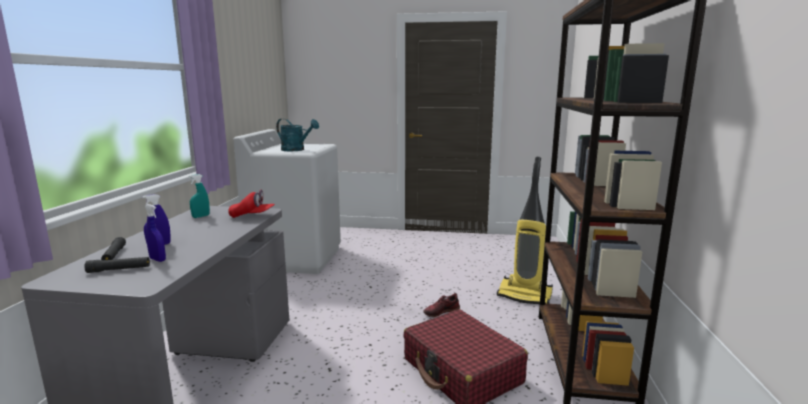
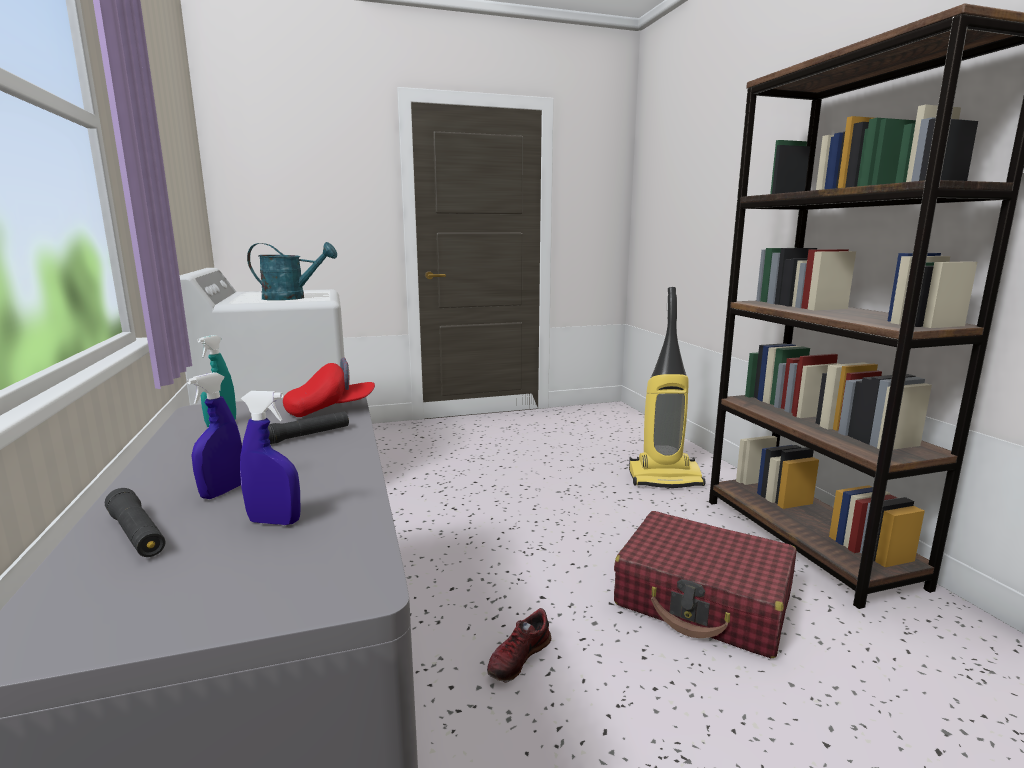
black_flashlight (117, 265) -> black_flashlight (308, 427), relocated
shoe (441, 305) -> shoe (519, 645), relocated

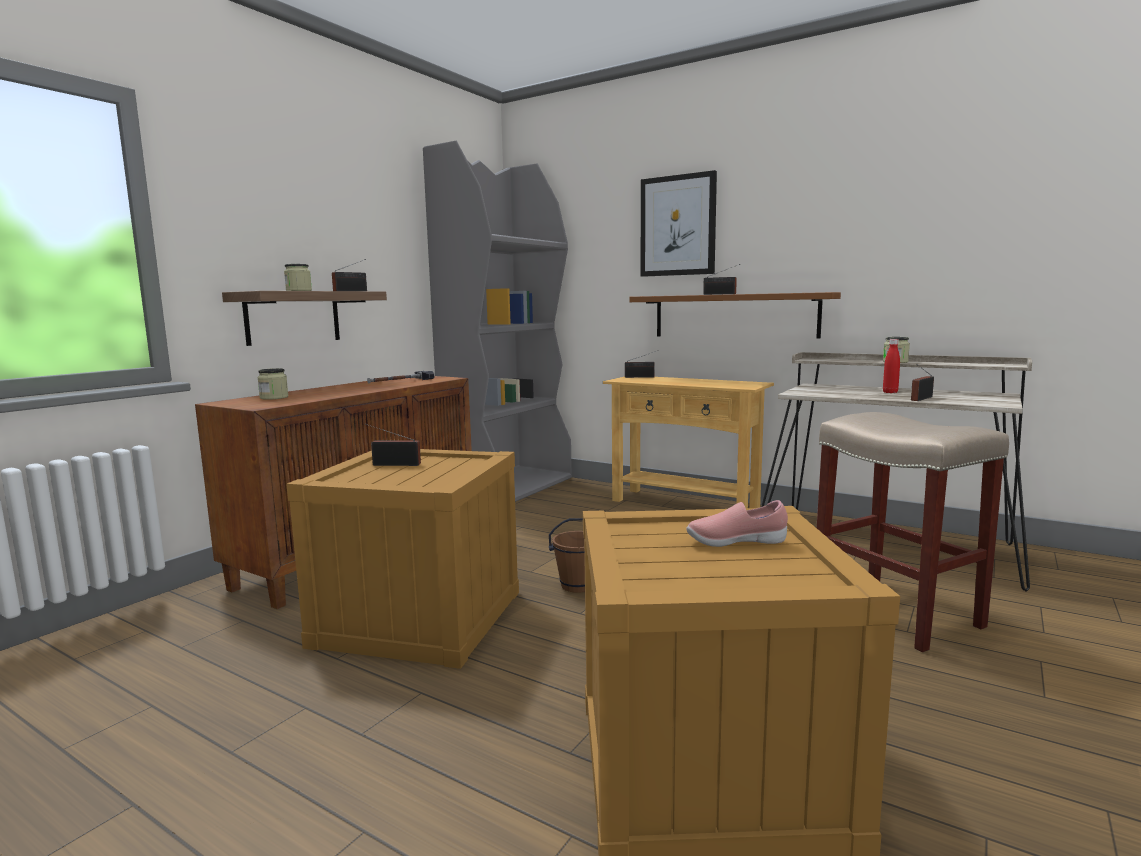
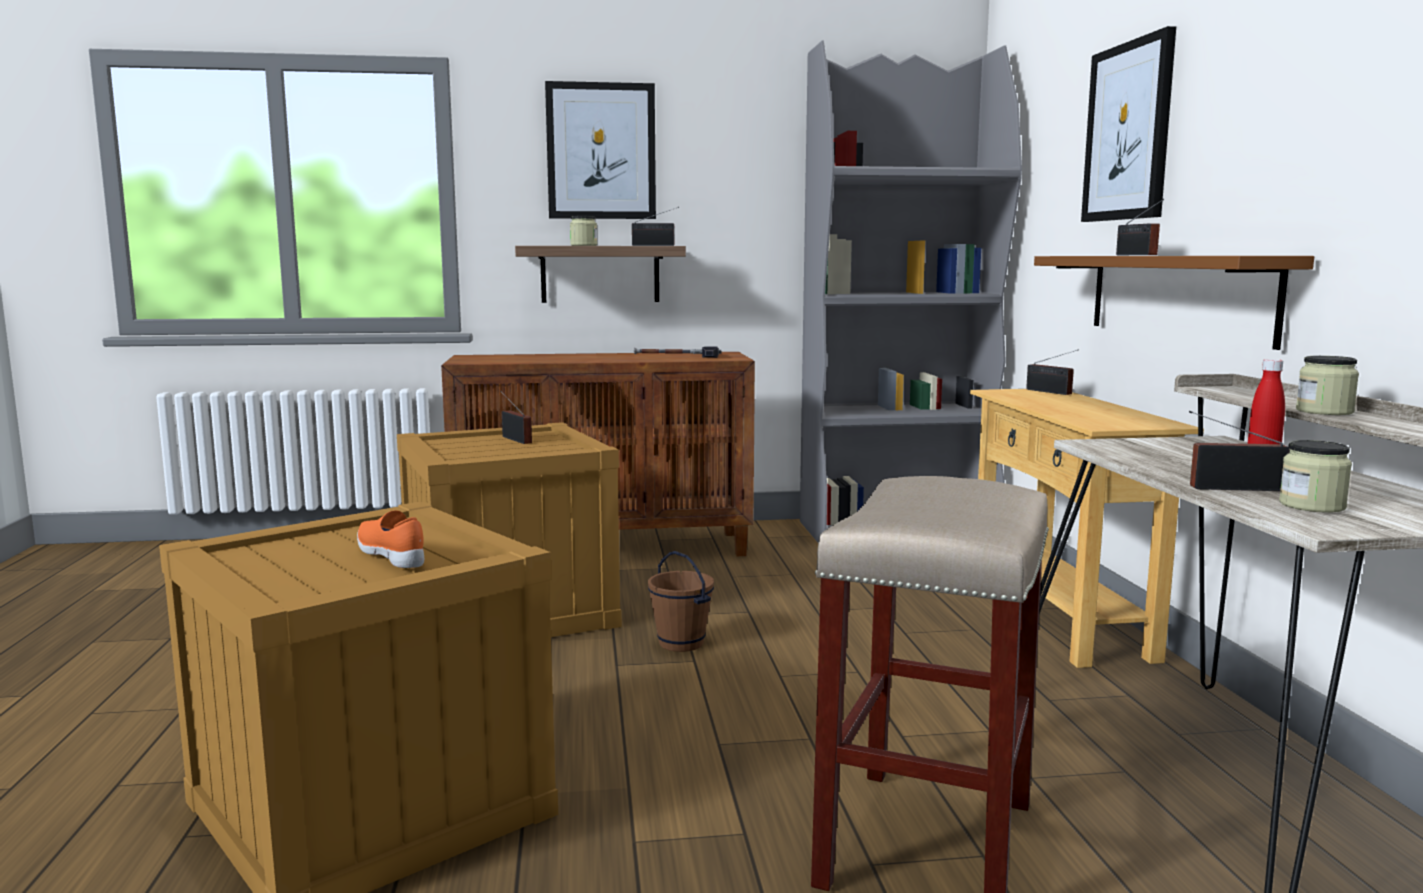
jar (273, 384) -> jar (1315, 476), relocated
pink_shoe (737, 523) -> orange_shoe (390, 539)
none -> picture (600, 150)

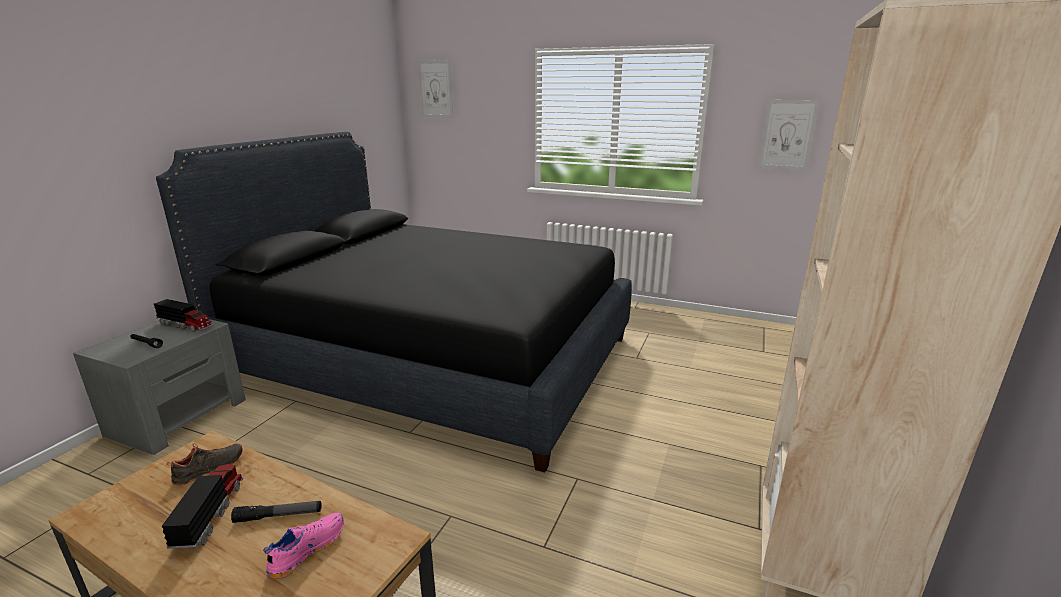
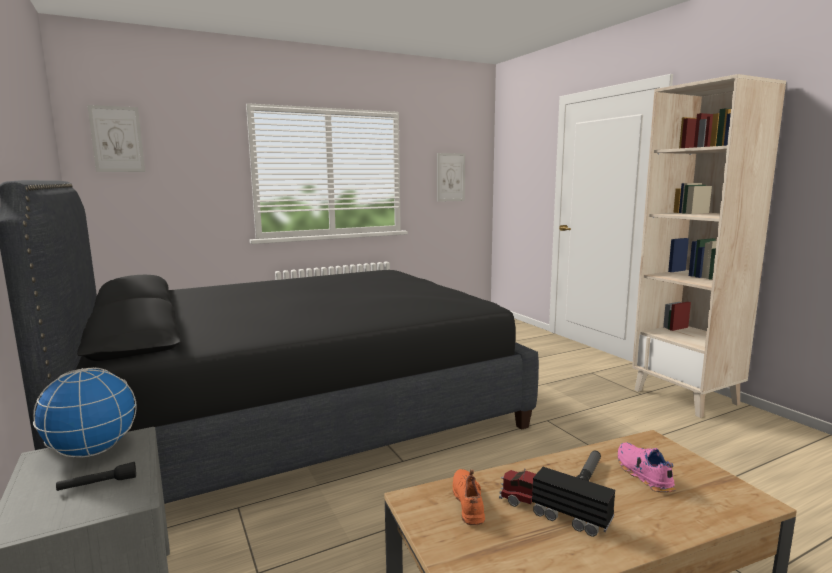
toy_truck (183, 315) -> globe (85, 412)
black_shoe (204, 464) -> orange_shoe (469, 497)

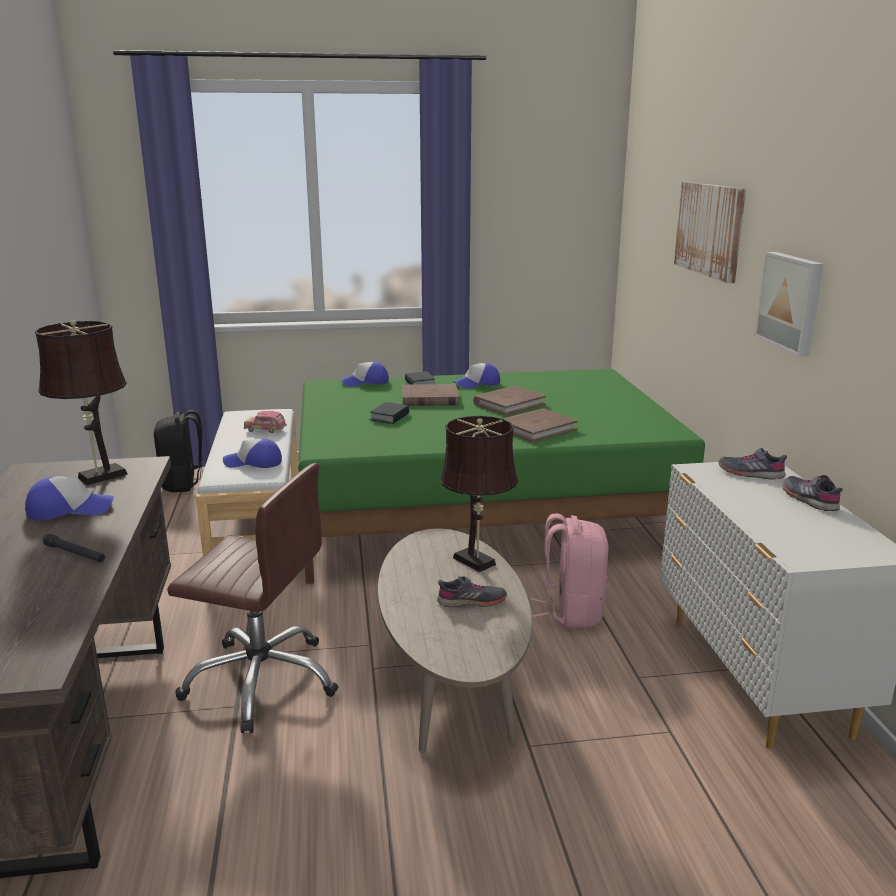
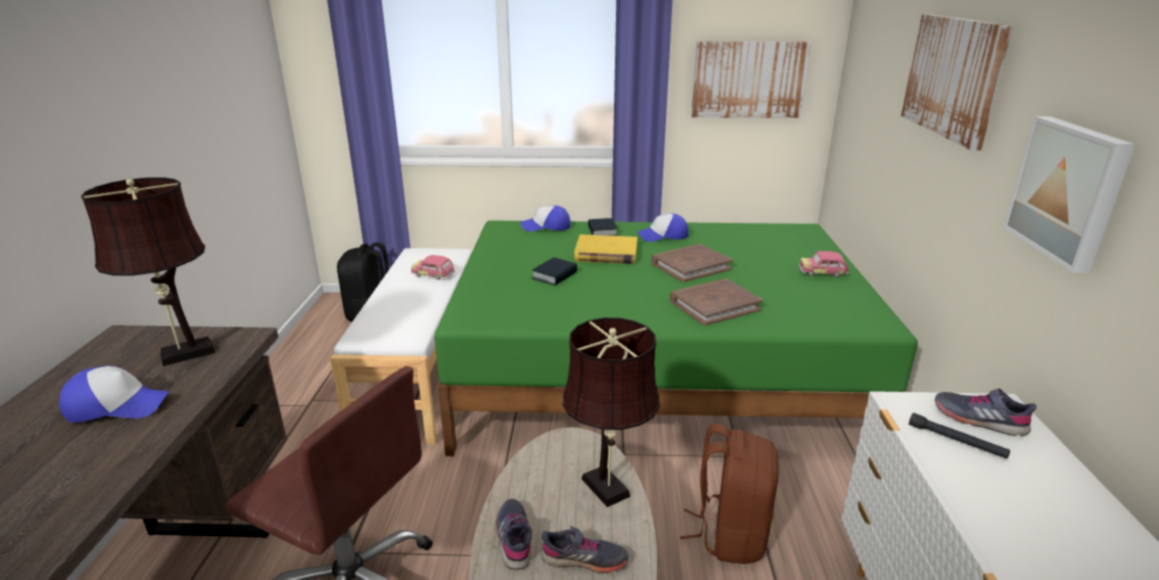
black_flashlight (74, 548) -> black_flashlight (959, 435), relocated
cap (252, 453) -> none
brown_book (430, 395) -> yellow_book (605, 249)
pink_backpack (569, 570) -> brown_backpack (729, 493)
grey_shoe (812, 493) -> grey_shoe (513, 534), relocated
none -> picture (751, 79)
none -> toy_car (824, 264)

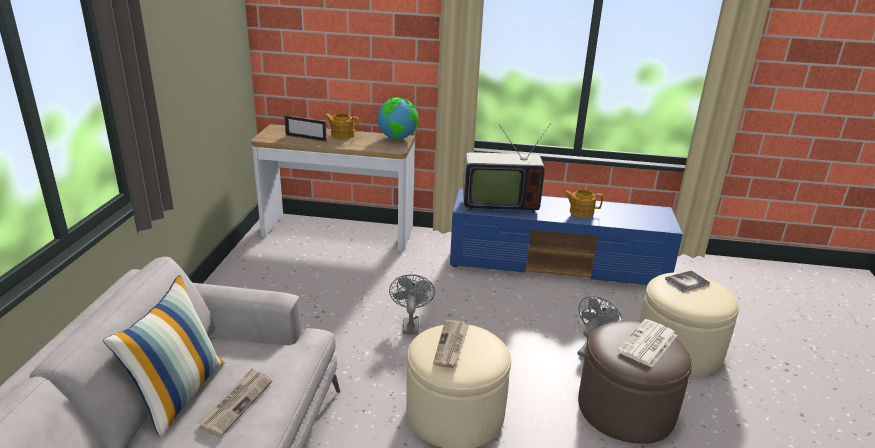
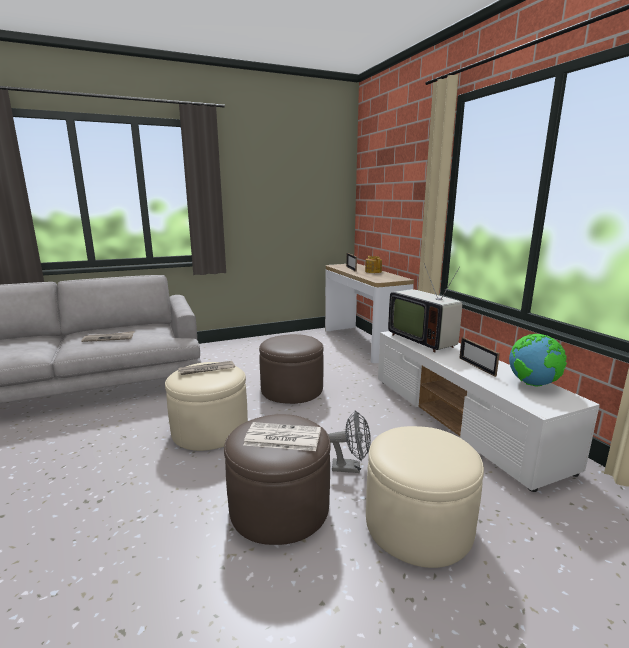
pillow (163, 356) -> none
globe (397, 119) -> globe (538, 360), relocated
grey_fan (412, 304) -> brown_ottoman (291, 369)
blue_tv_stand (566, 236) -> white_tv_stand (489, 411)
teapot (583, 203) -> picture_frame (479, 357)
book (687, 281) -> none

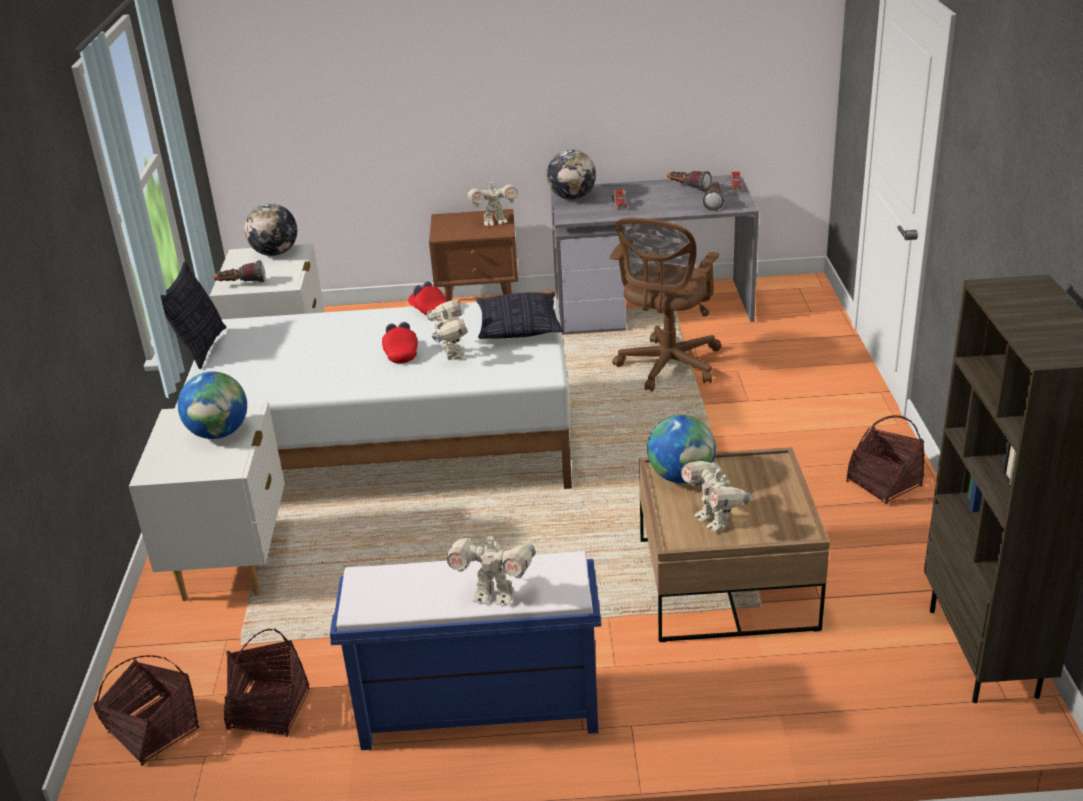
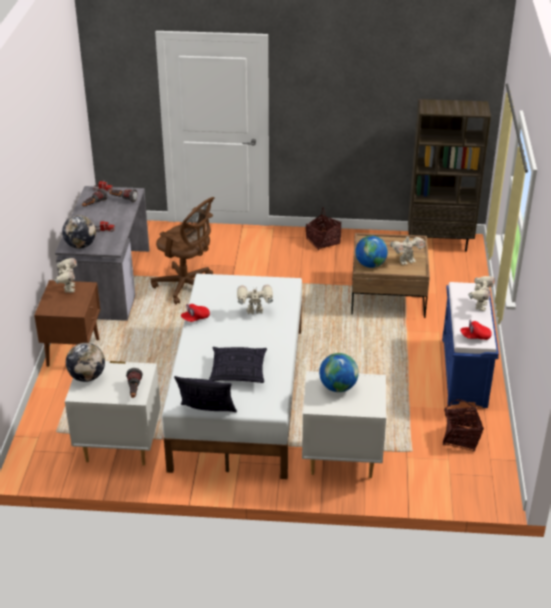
basket (146, 710) -> none
red_cap (400, 342) -> red_cap (476, 330), relocated
pillow (519, 315) -> pillow (238, 365), relocated

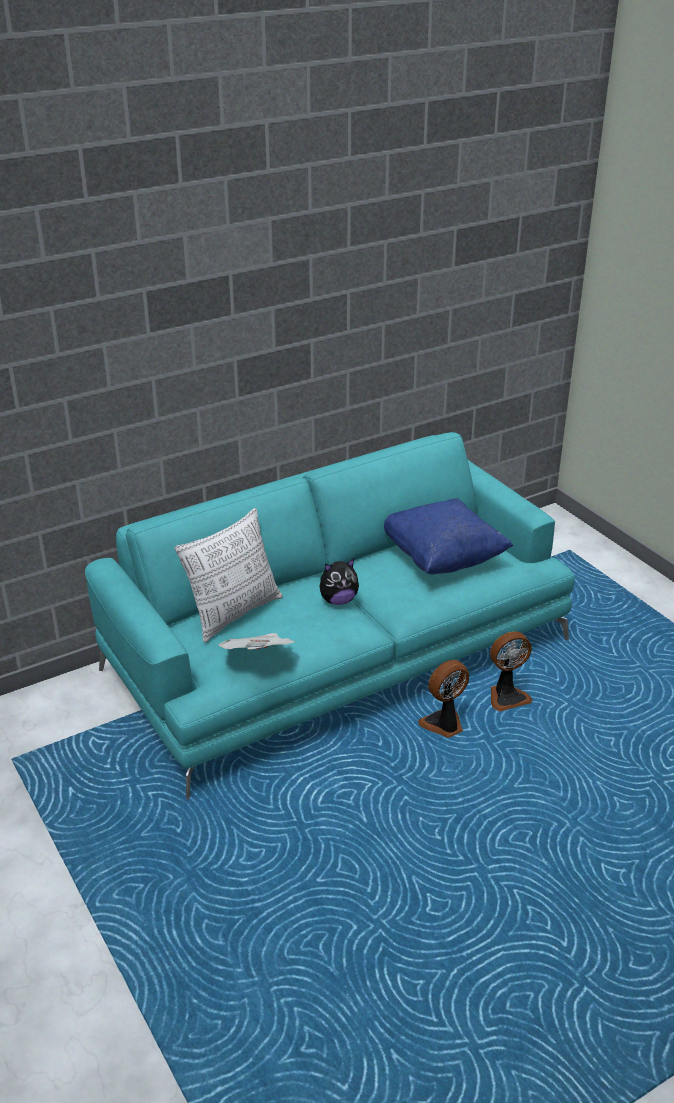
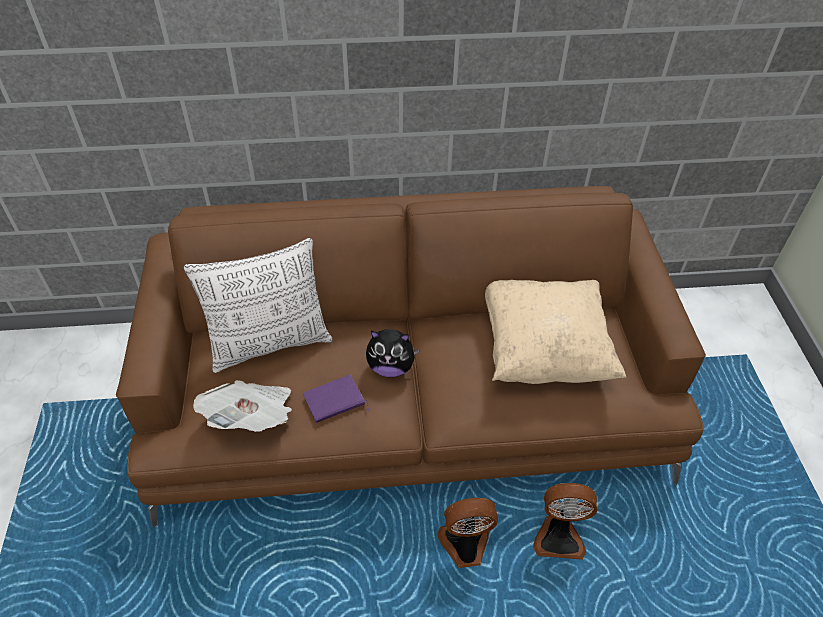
turquoise_sofa (330, 616) -> brown_sofa (411, 357)
blue_pillow (449, 536) -> beige_pillow (555, 332)
none -> purple_book (336, 399)

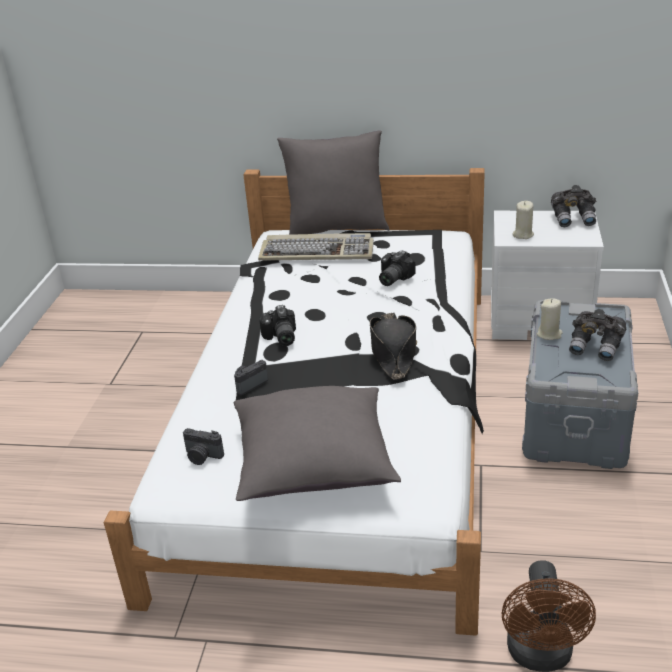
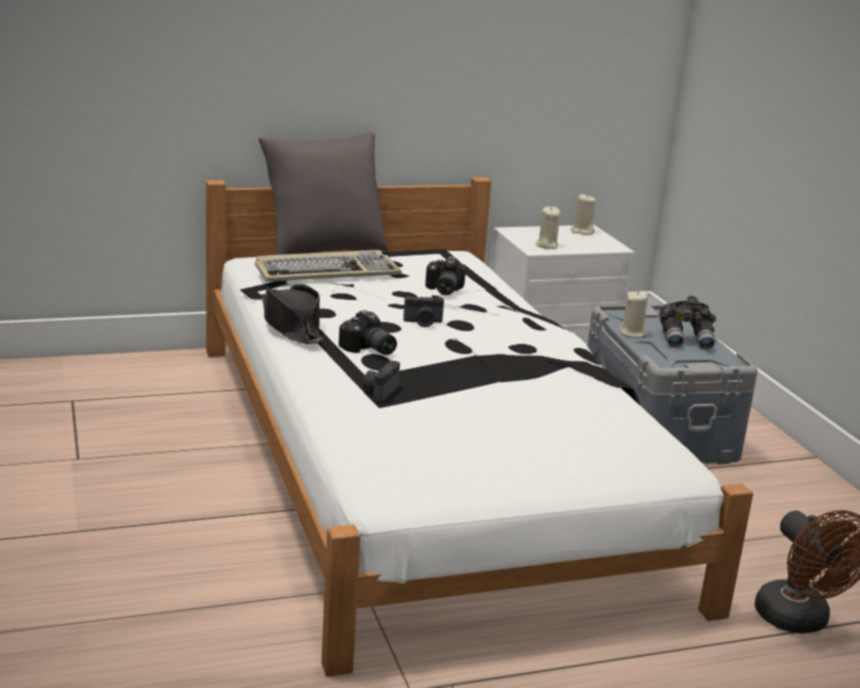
photo_camera (203, 446) -> photo_camera (423, 311), relocated
grey_pillow (317, 443) -> none
black_hat (393, 346) -> black_hat (292, 315), relocated
grey_binoculars (573, 206) -> beige_candle (583, 214)

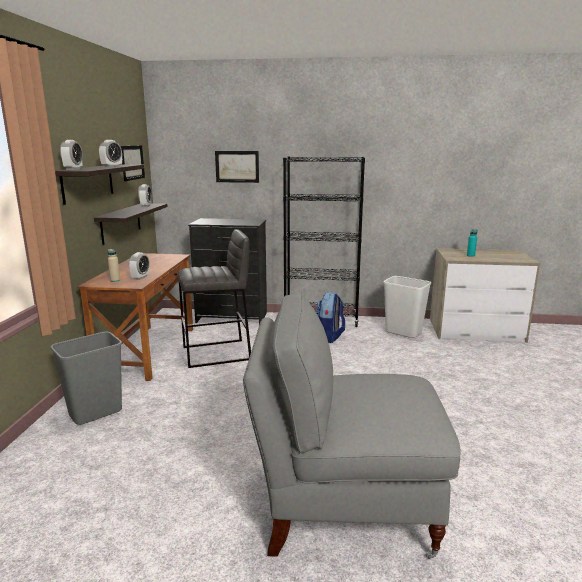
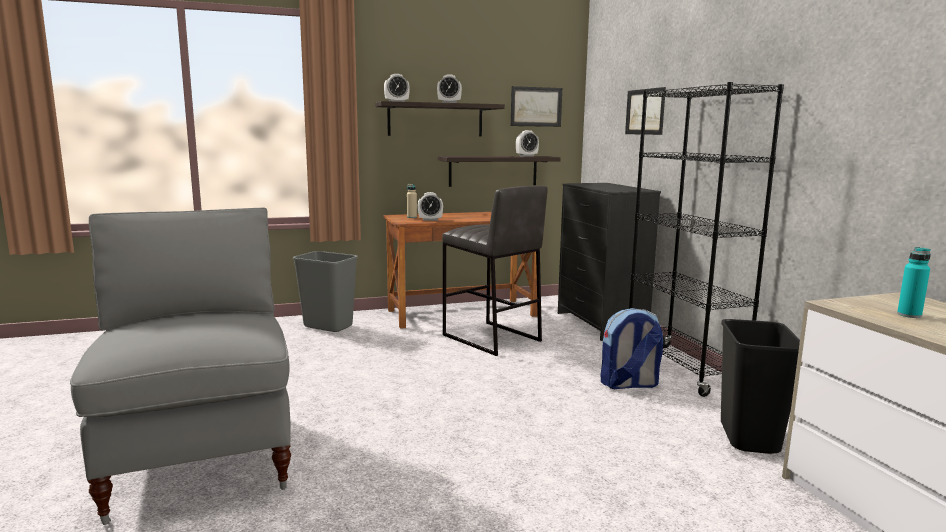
white_trash_can (407, 307) -> black_trash_can (760, 386)

